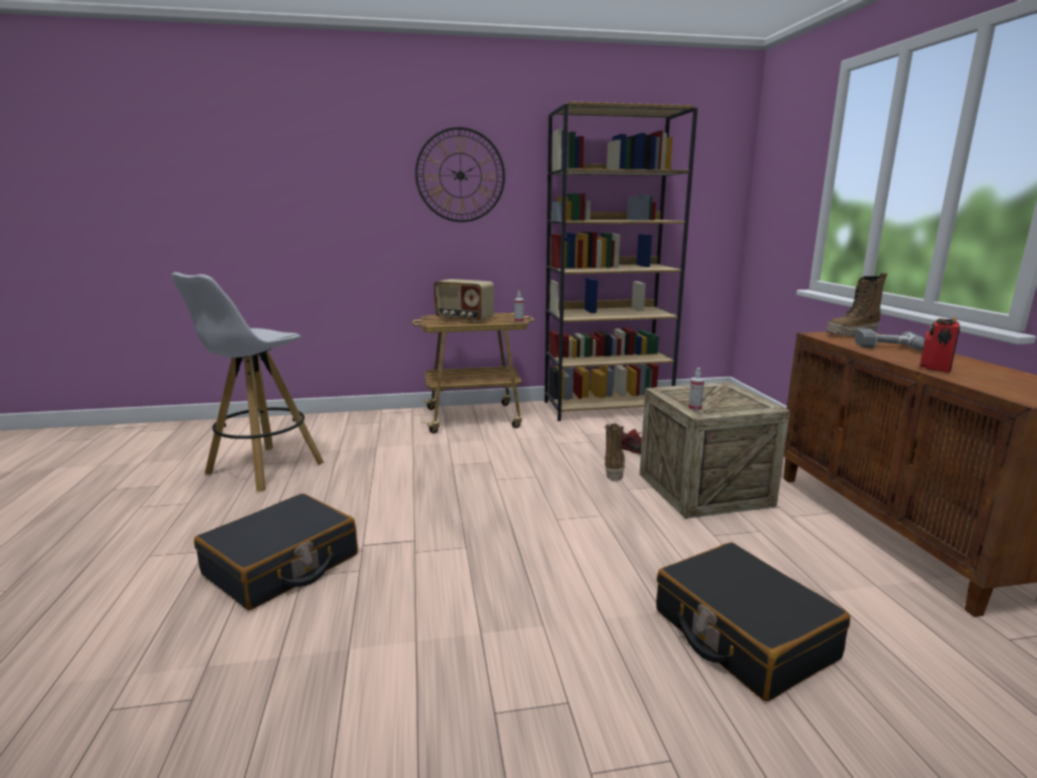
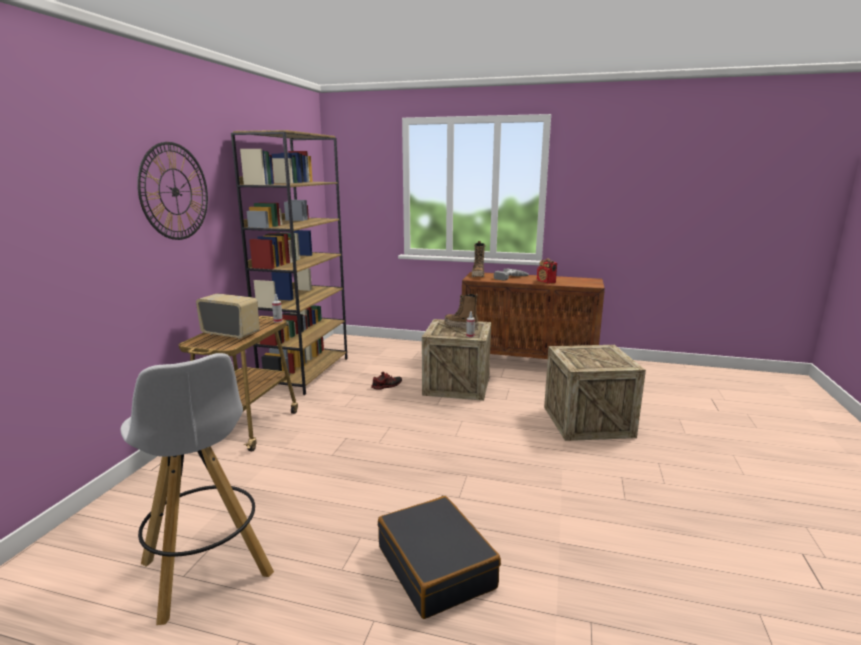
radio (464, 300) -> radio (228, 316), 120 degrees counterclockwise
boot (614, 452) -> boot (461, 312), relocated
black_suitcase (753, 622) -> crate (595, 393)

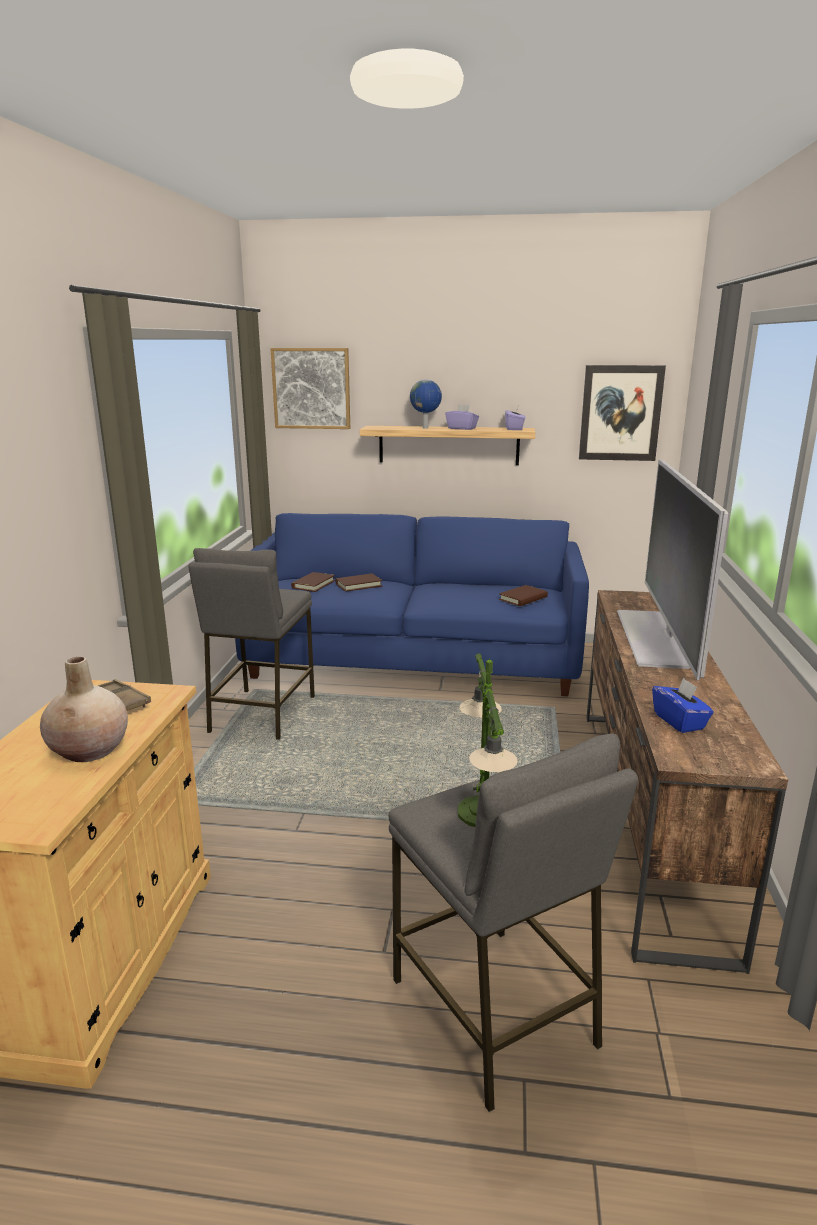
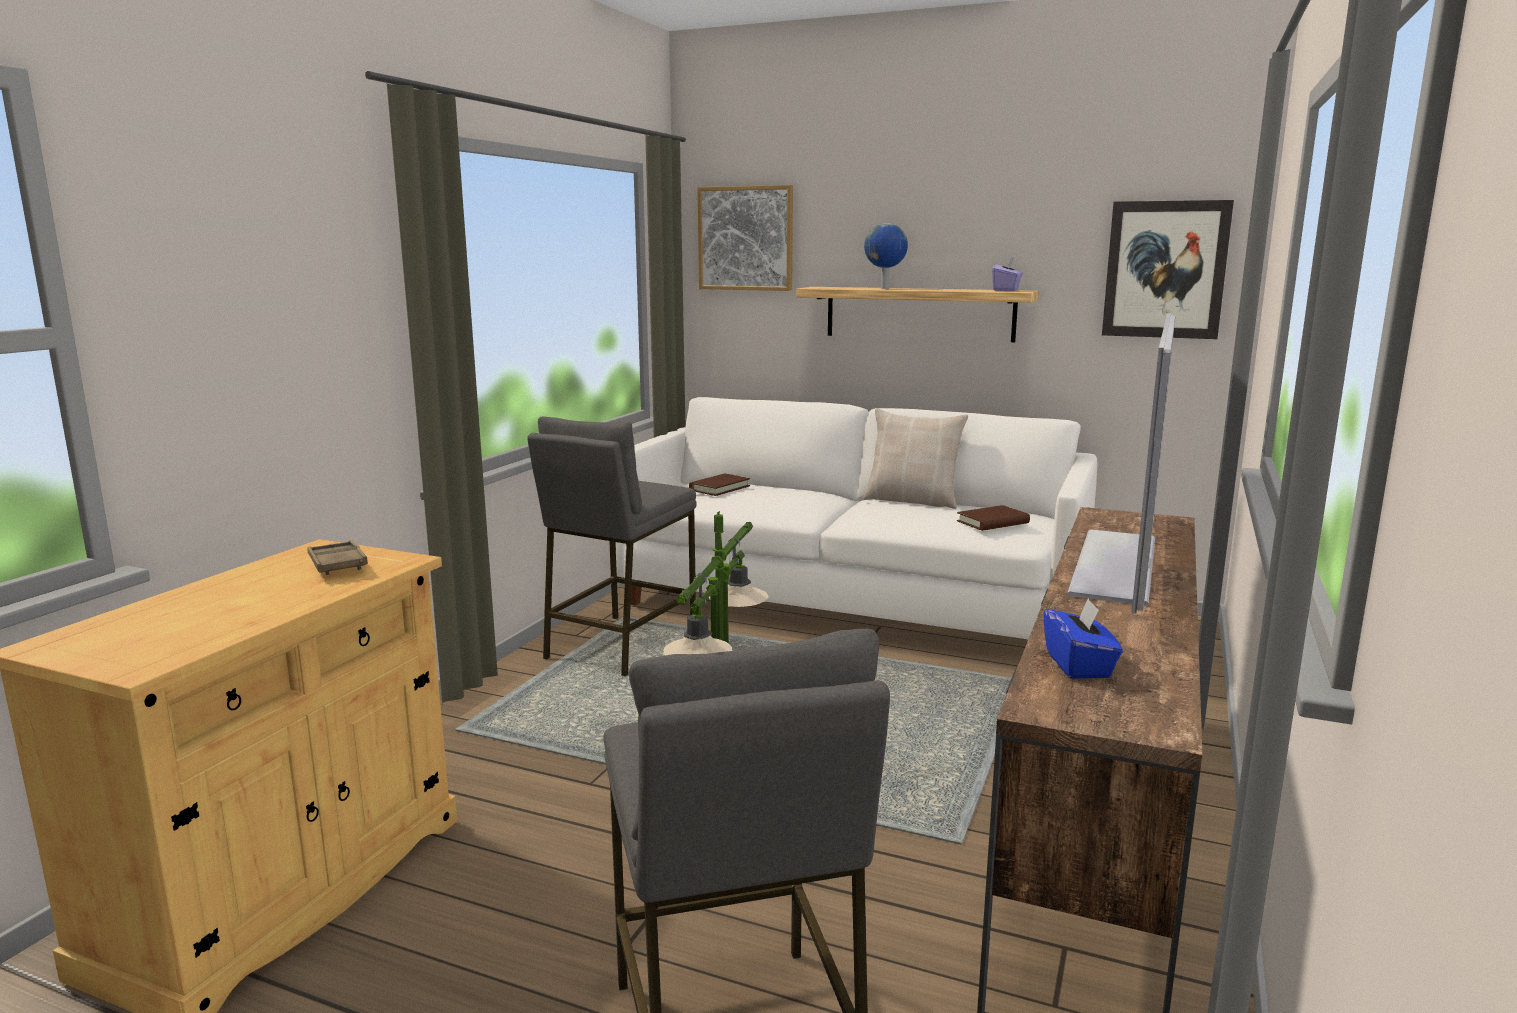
beige_vase (84, 709) -> none
blue_sofa (412, 604) -> white_sofa (856, 518)
brown_book (358, 582) -> none
purple_tissue_box (462, 417) -> none
none -> beige_pillow (915, 458)

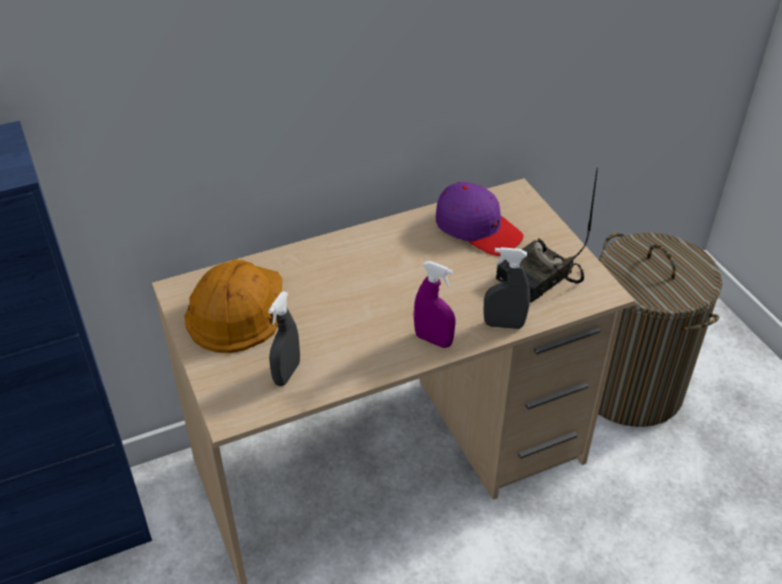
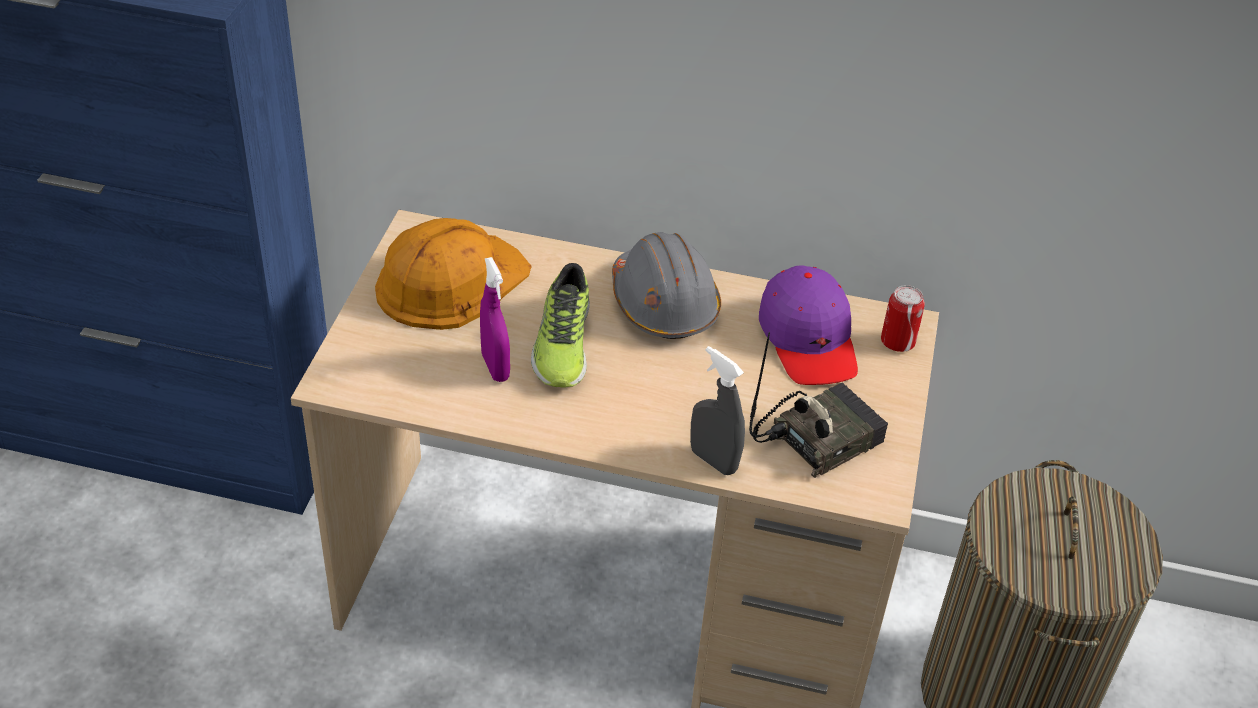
grey_spray_bottle (284, 338) -> none
purple_spray_bottle (434, 304) -> purple_spray_bottle (495, 319), relocated
radio (547, 235) -> radio (818, 405), 150 degrees clockwise
none -> shoe (560, 325)
none -> grey_hard_hat (666, 285)
none -> can (903, 318)

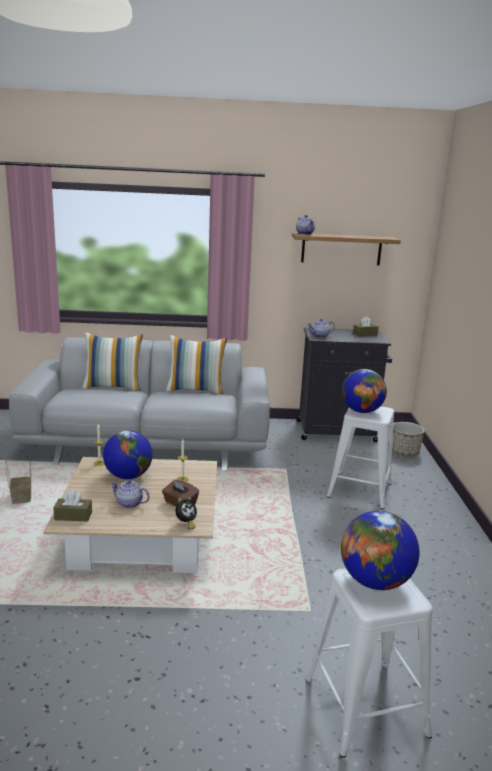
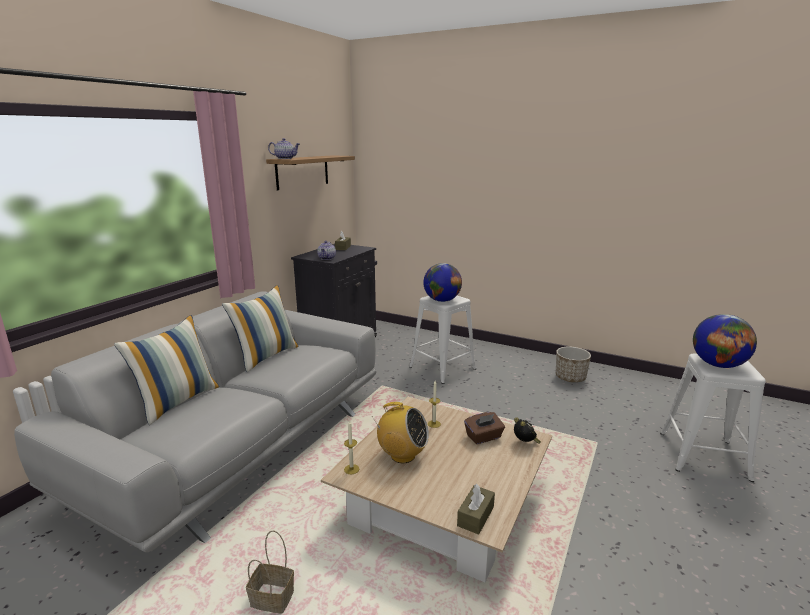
globe (128, 454) -> radio (401, 432)
teapot (130, 494) -> none
planter (408, 439) -> planter (573, 364), relocated

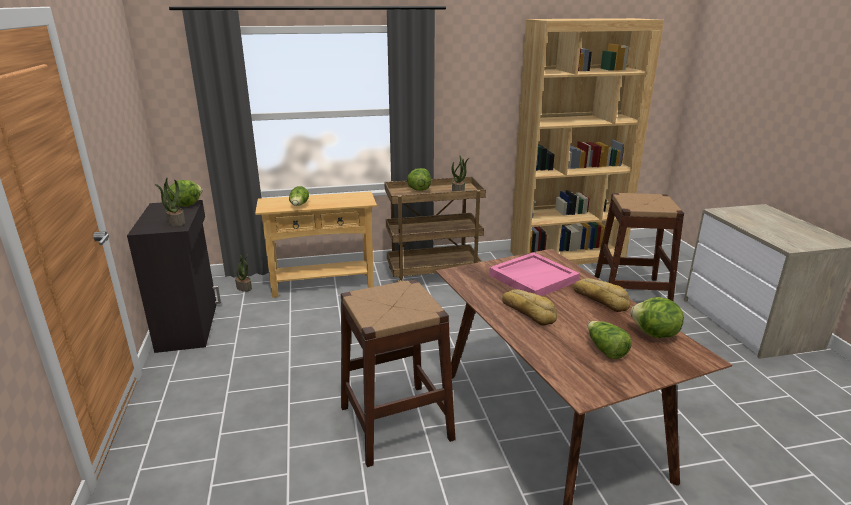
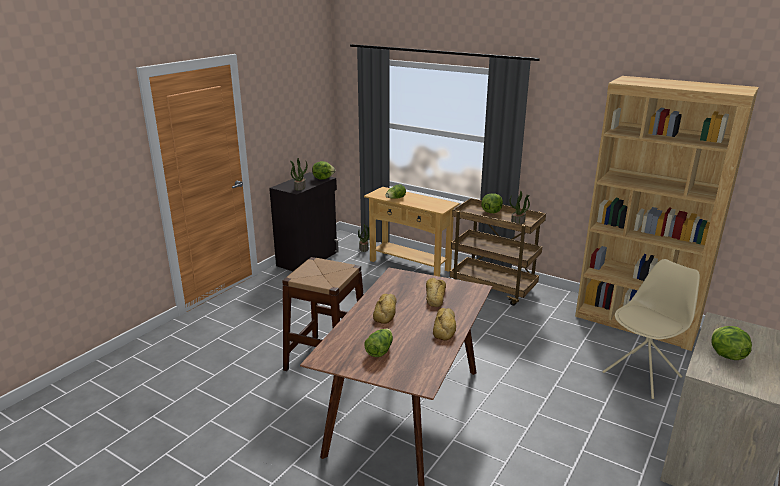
pink_tray (534, 274) -> bread (436, 292)
brown_stool (639, 247) -> beige_chair (651, 329)
lettuce (657, 317) -> lettuce (732, 343), relocated

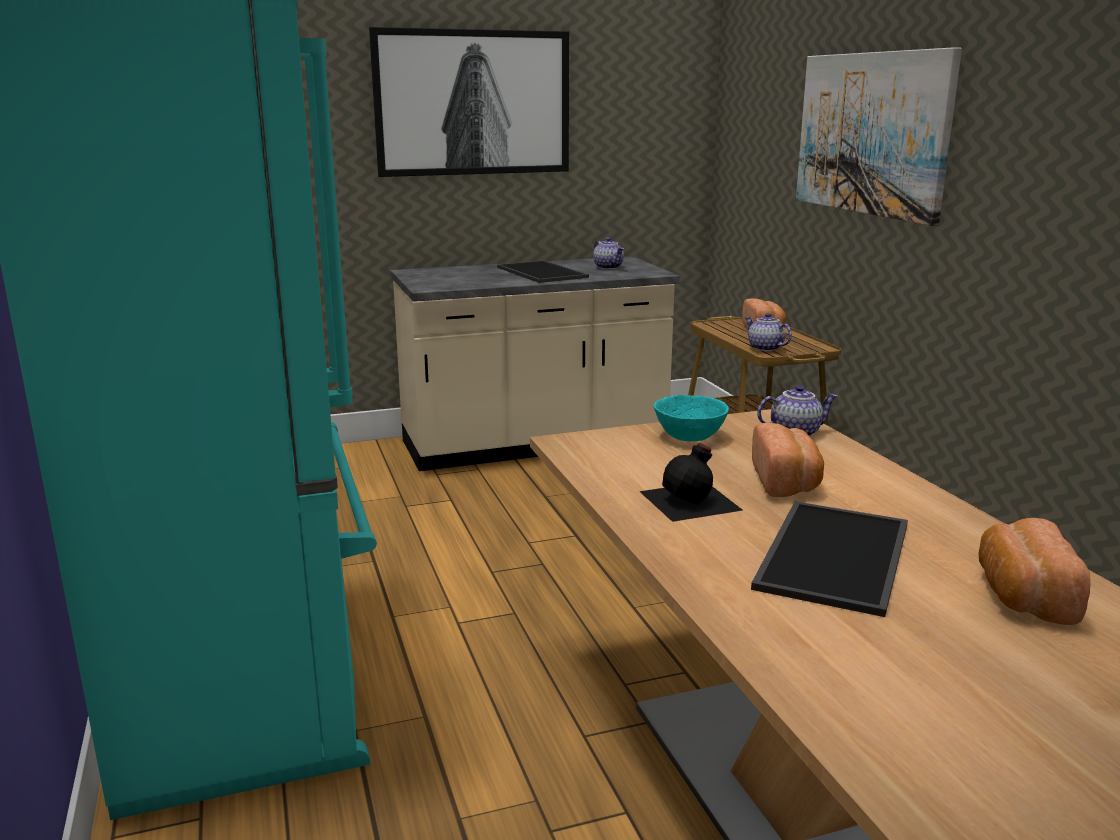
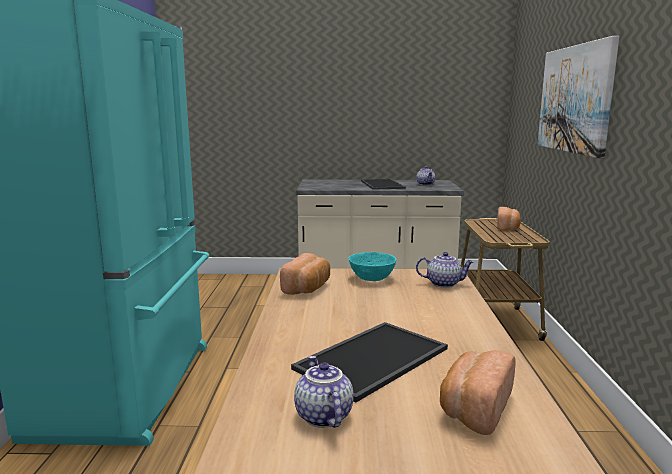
picture (469, 102) -> none
black_bottle (691, 482) -> none
teapot (768, 332) -> teapot (324, 392), relocated
bread (788, 460) -> bread (305, 274), relocated

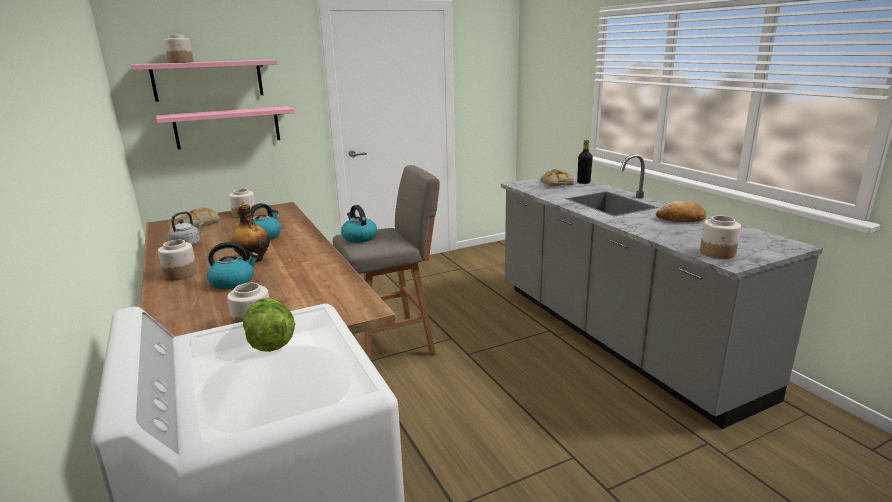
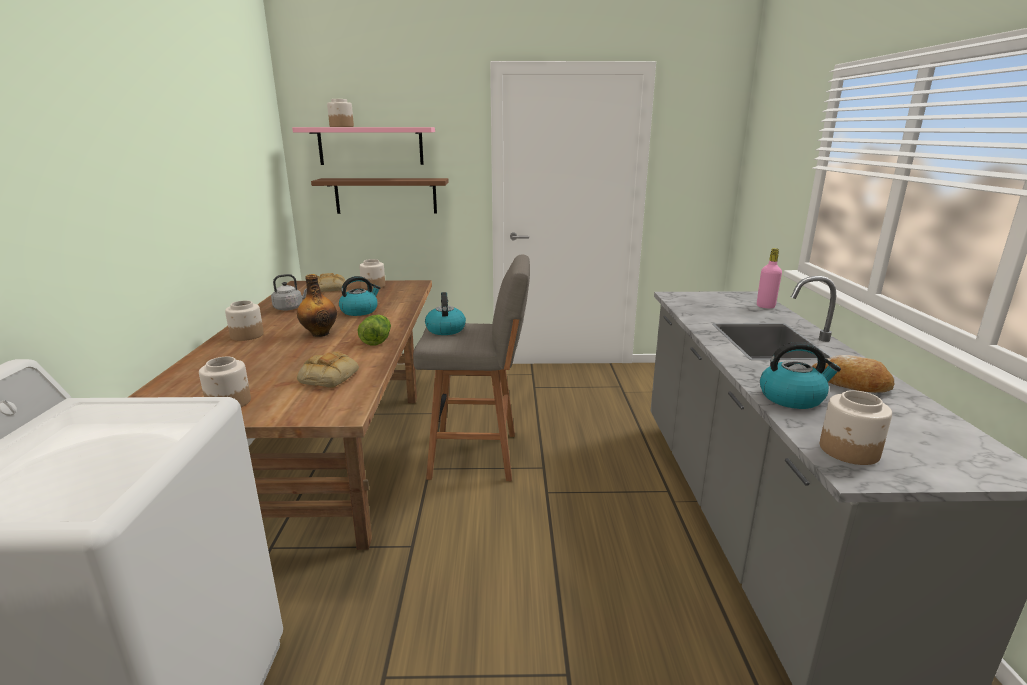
pink_shelf (225, 128) -> brown_shelf (379, 196)
kettle (233, 265) -> kettle (800, 375), relocated
lettuce (269, 325) -> lettuce (374, 330), relocated
bread (557, 178) -> bread (328, 370), relocated
black_bottle (585, 162) -> pink_bottle (769, 278)

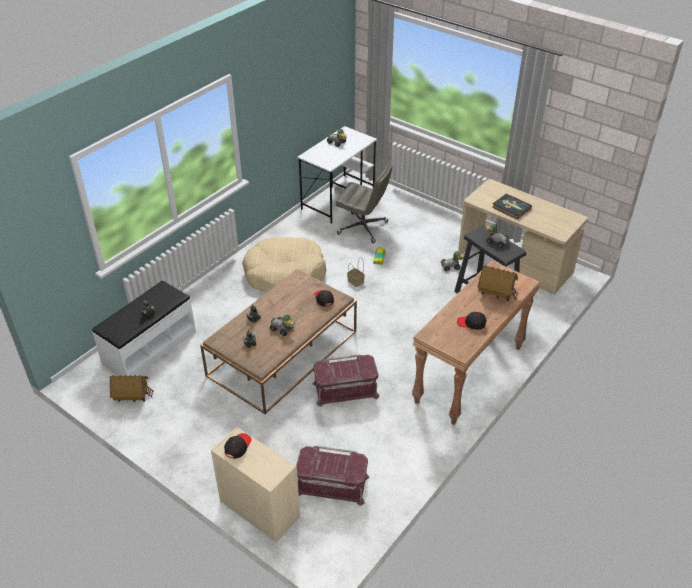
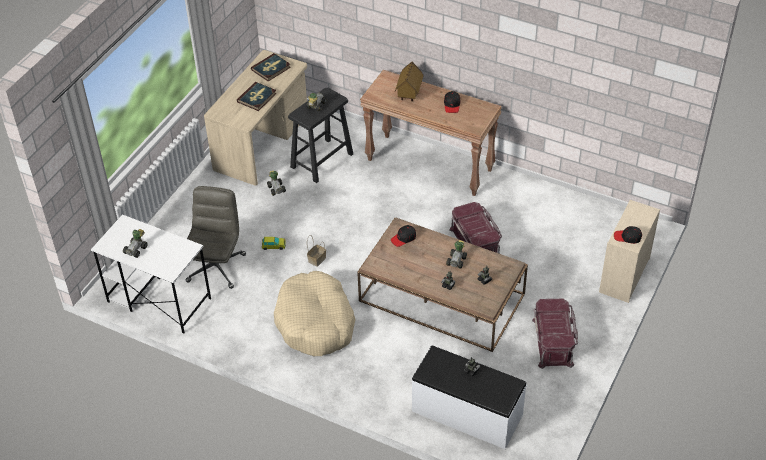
toy_house (132, 388) -> none
red_storage_box (332, 476) -> red_storage_box (555, 334), relocated
none -> book (271, 67)

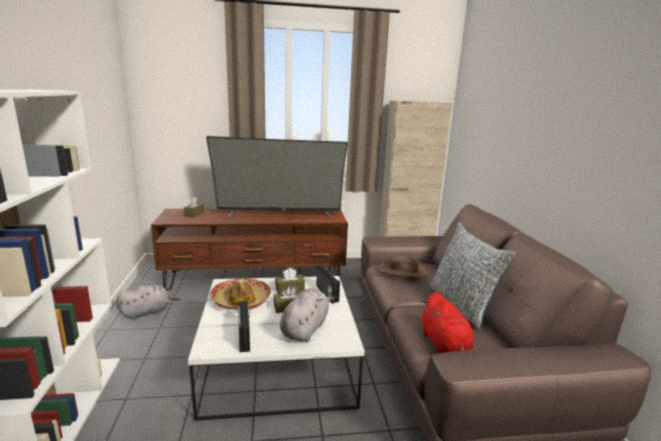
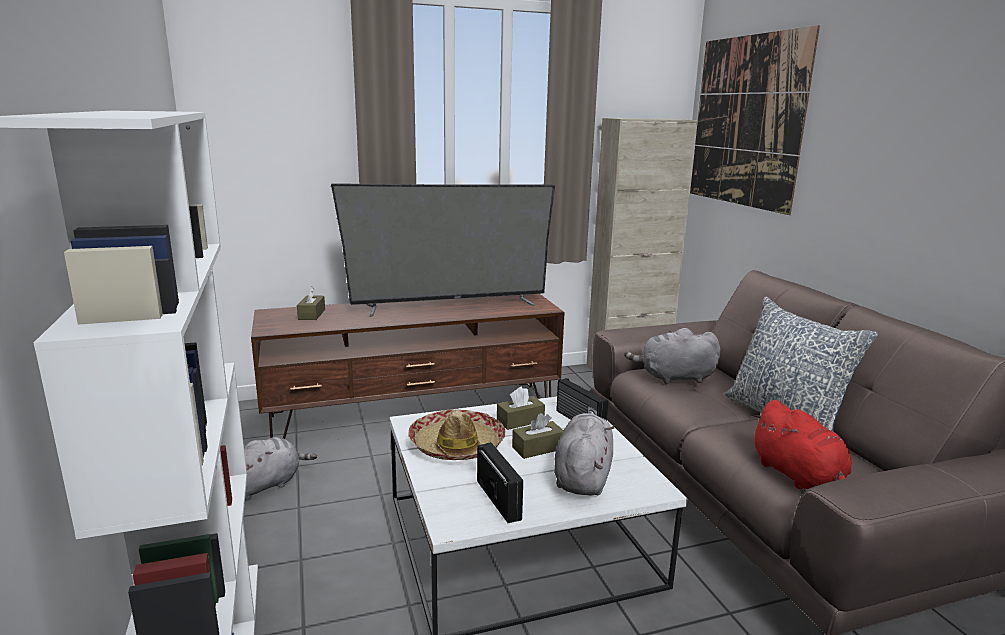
brown_hat (403, 266) -> grey_plush_toy (672, 356)
none -> picture (755, 120)

